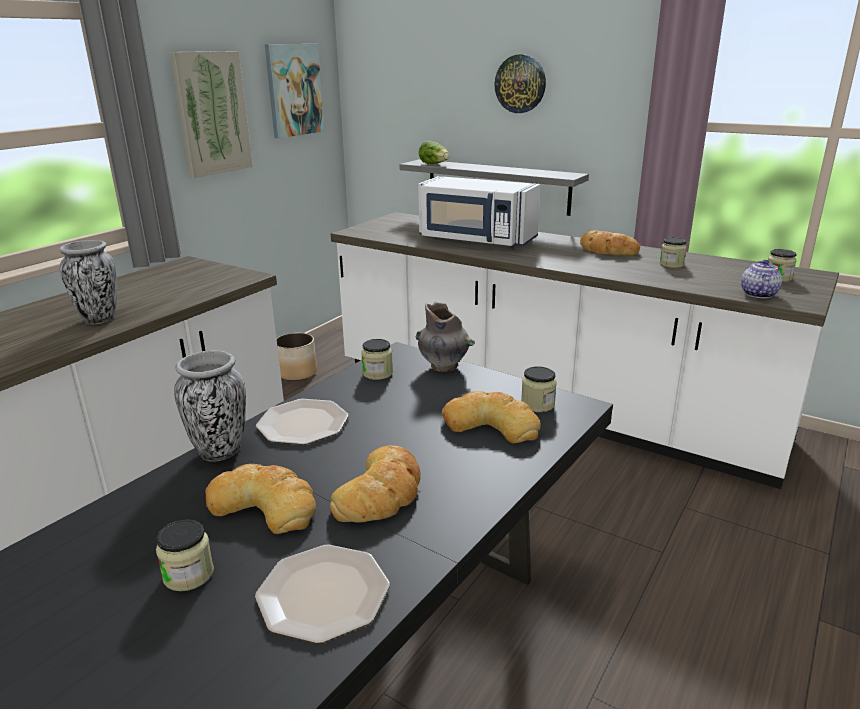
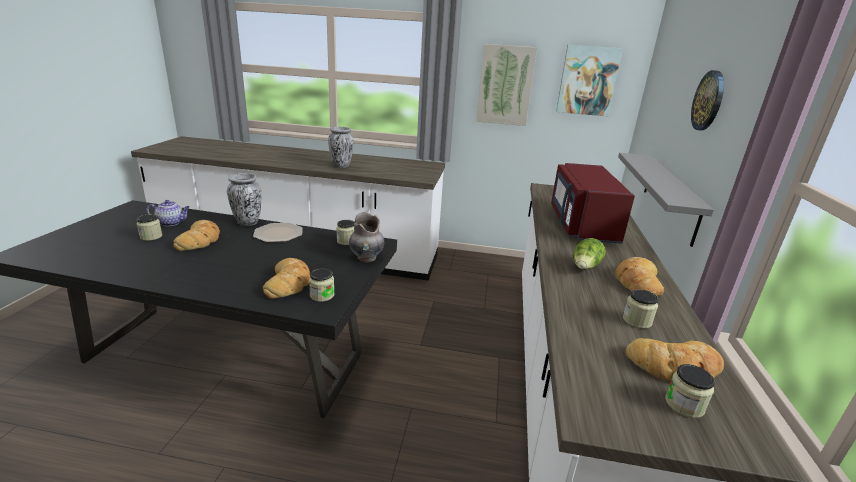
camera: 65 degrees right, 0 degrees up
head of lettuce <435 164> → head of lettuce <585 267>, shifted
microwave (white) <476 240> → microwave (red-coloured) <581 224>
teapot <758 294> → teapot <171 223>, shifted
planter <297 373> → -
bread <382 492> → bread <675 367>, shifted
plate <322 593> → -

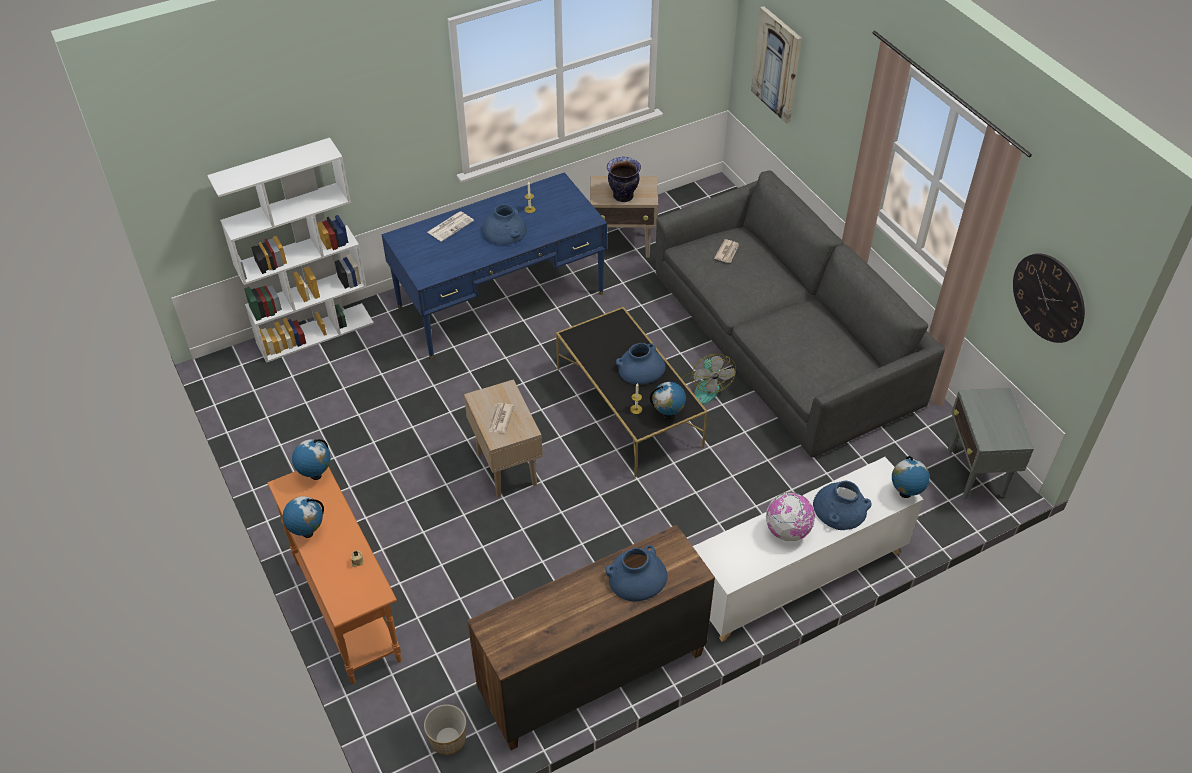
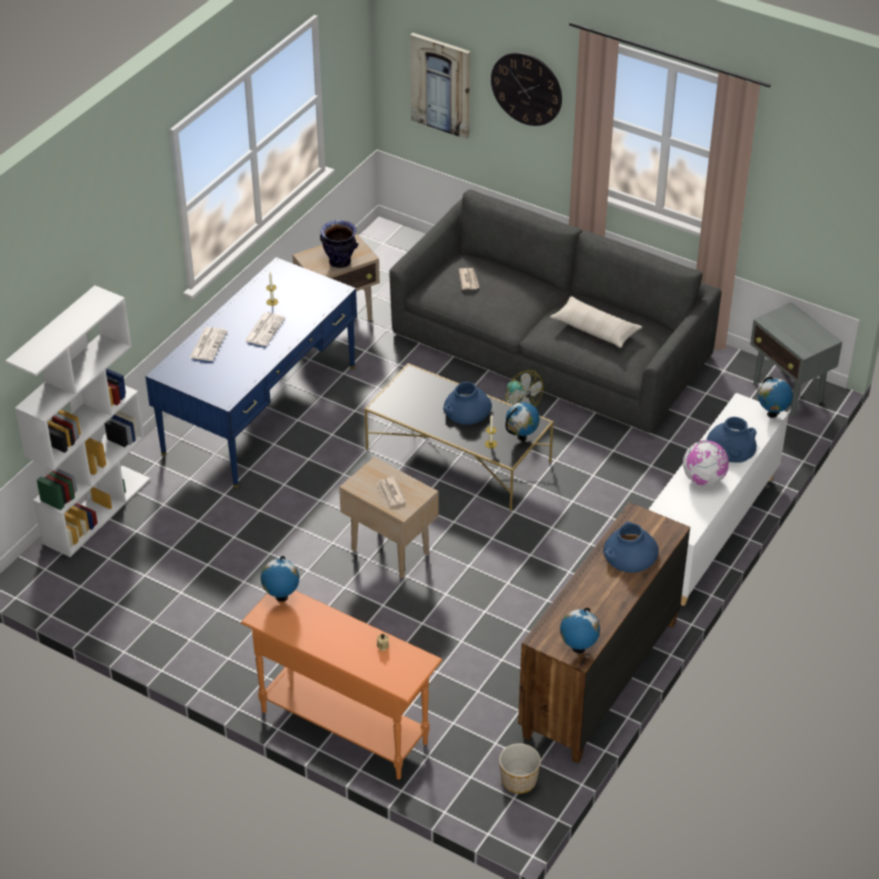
camera: 30 degrees left, 5 degrees down
vase (blue) <504 230> → printed paper <264 329>
clock on the wall <1048 297> → clock on the wall <526 88>, shifted
globe <307 532> → globe <578 648>, shifted
- → throw pillow (beige-coloured) <595 329>

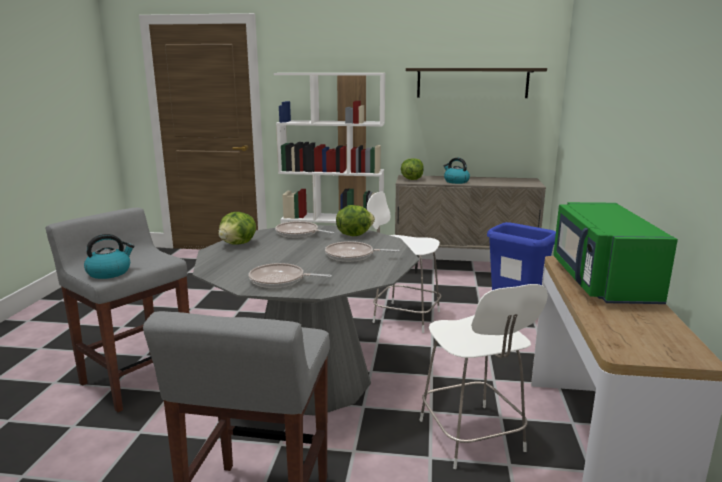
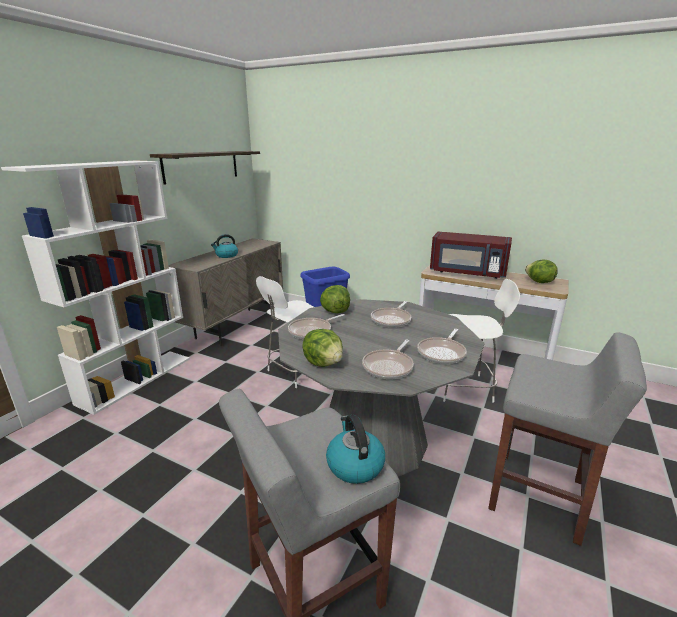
camera: 70 degrees left, 5 degrees up
head of lettuce <411 179> → head of lettuce <539 282>, shifted
microwave (greenish) <601 281> → microwave (red-coloured) <467 273>
- → skillet <389 366>

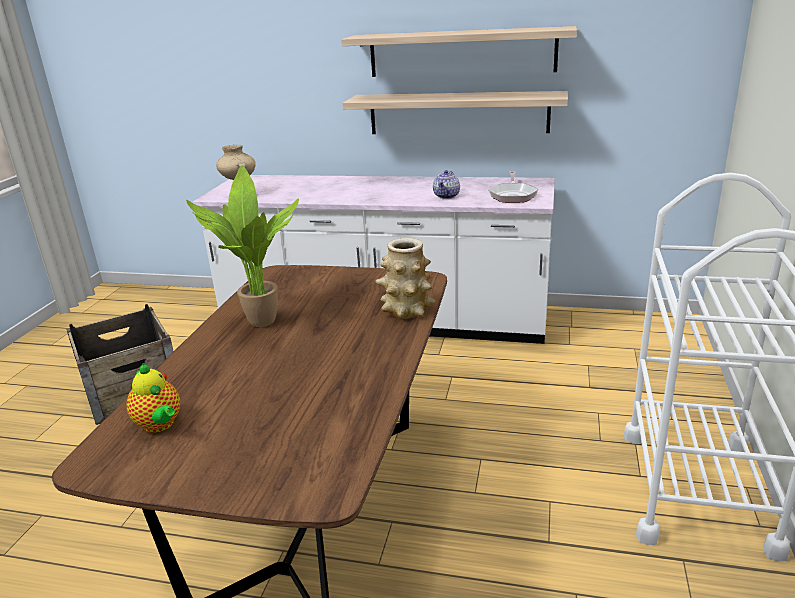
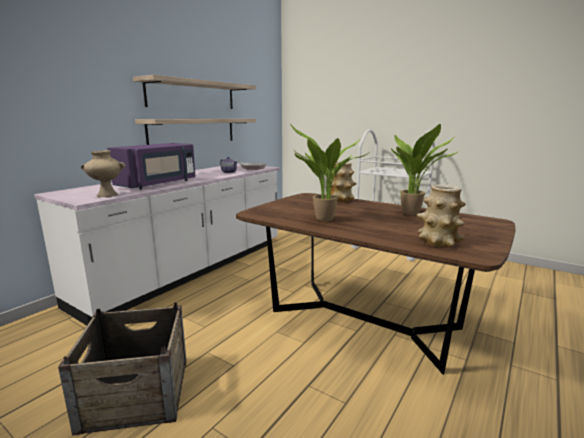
camera: 70 degrees left, 10 degrees down
teapot <160 425> → vase <438 242>
- → plant in a pot <413 213>
- → microwave (purplish) <159 184>

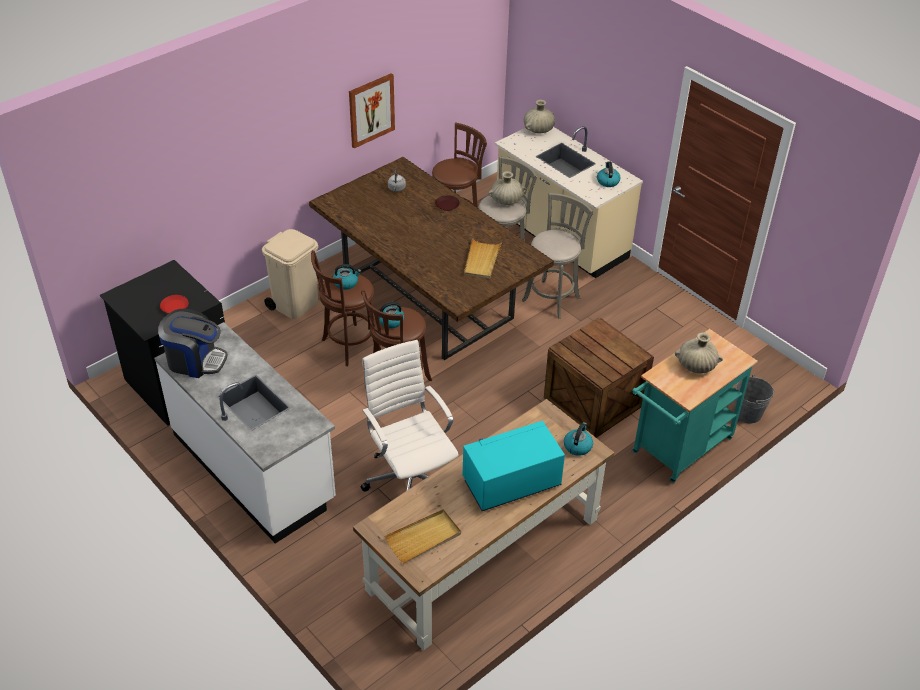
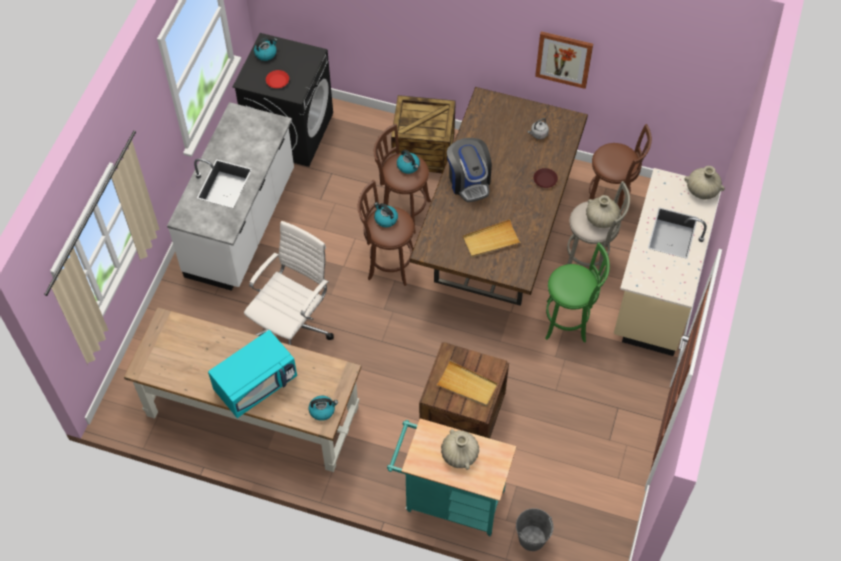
camera: 60 degrees right, 15 degrees up
water kettle <607 181> → water kettle <266 53>, shifted
sitting stool (grey) <552 297> → sitting stool (greenish) <569 321>
trash can (beige-coloured) <295 304> → packing crate <423 149>
coffee machine <195 360> → coffee machine <469 181>, shifted
microwave (turquoise) <511 483> → microwave (turquoise) <256 383>, 105 degrees clockwise
carrying tray (beige-coloured) <423 538> → carrying tray (beige-coloured) <467 385>, shifted

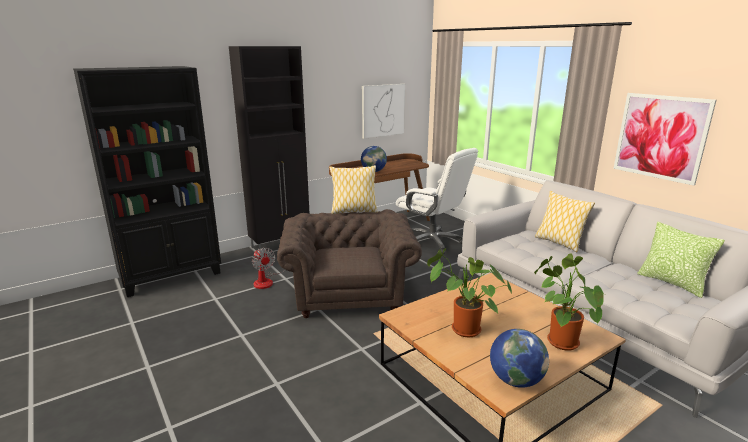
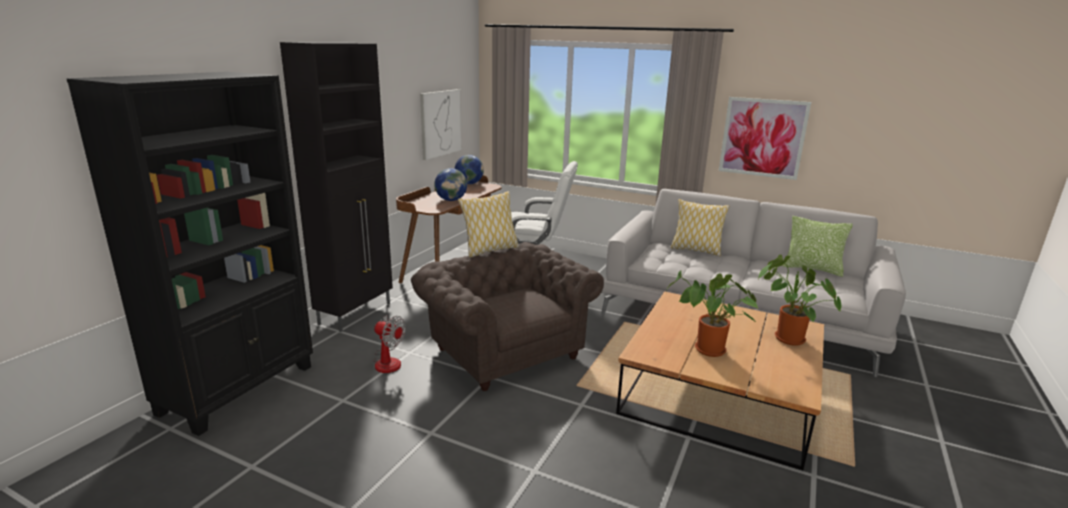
camera: 30 degrees left, 0 degrees up
globe <515 380> → globe <469 183>, shifted

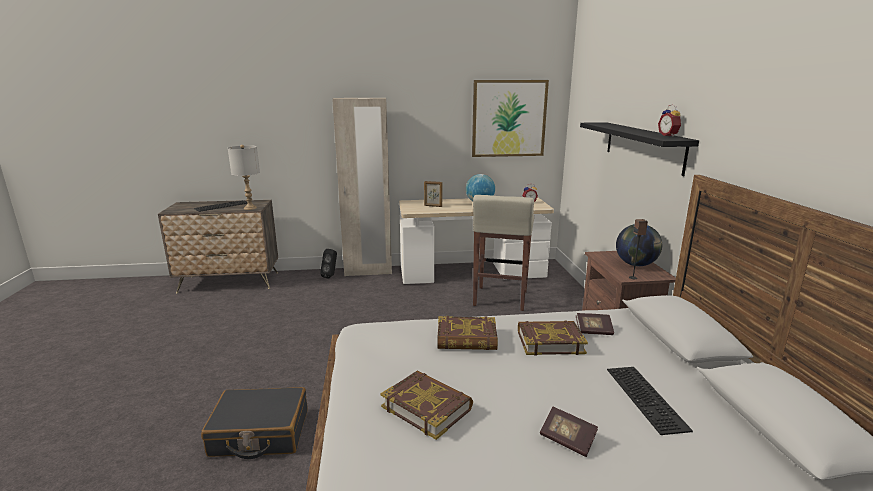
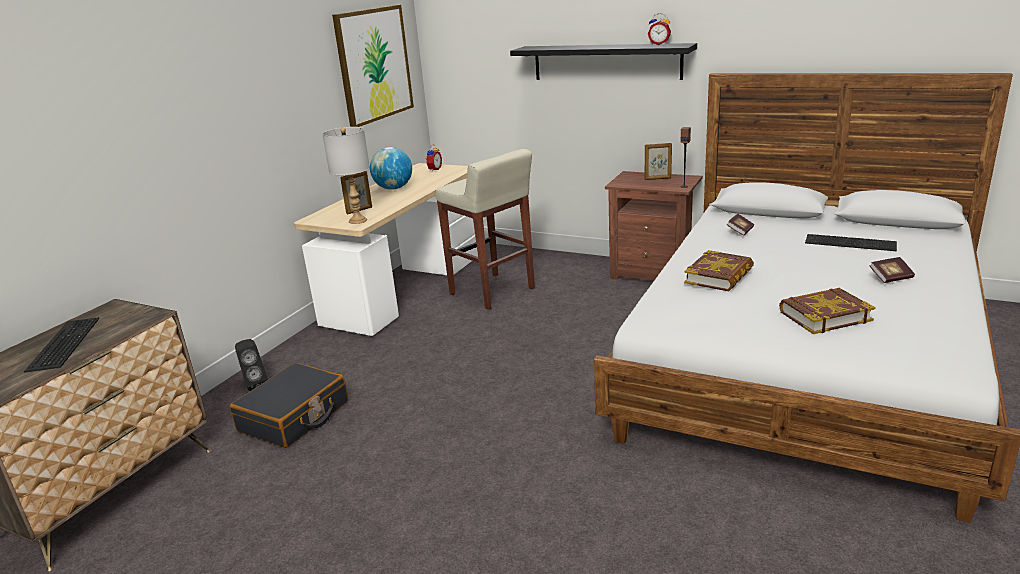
camera: 55 degrees left, 5 degrees up
armoire (beige-coloured) <368 271> → -
tabletop lamp (grey) <250 208> → tabletop lamp (grey) <357 220>, shifted
globe <636 264> → standing frame <658 179>
volume <550 342> → -
travel case (black-coloured) <260 433> → travel case (black-coloured) <294 417>, shifted

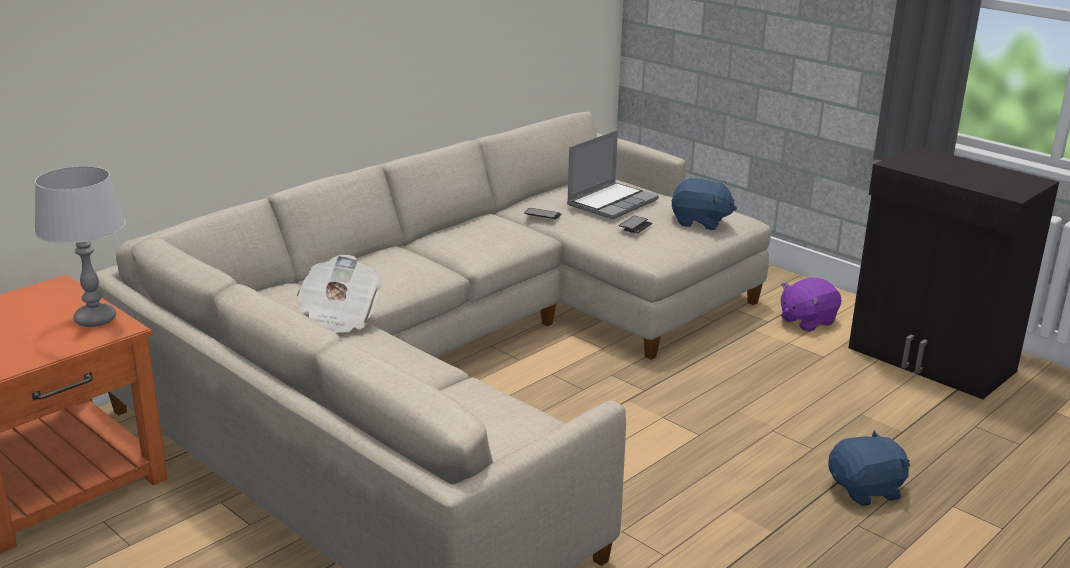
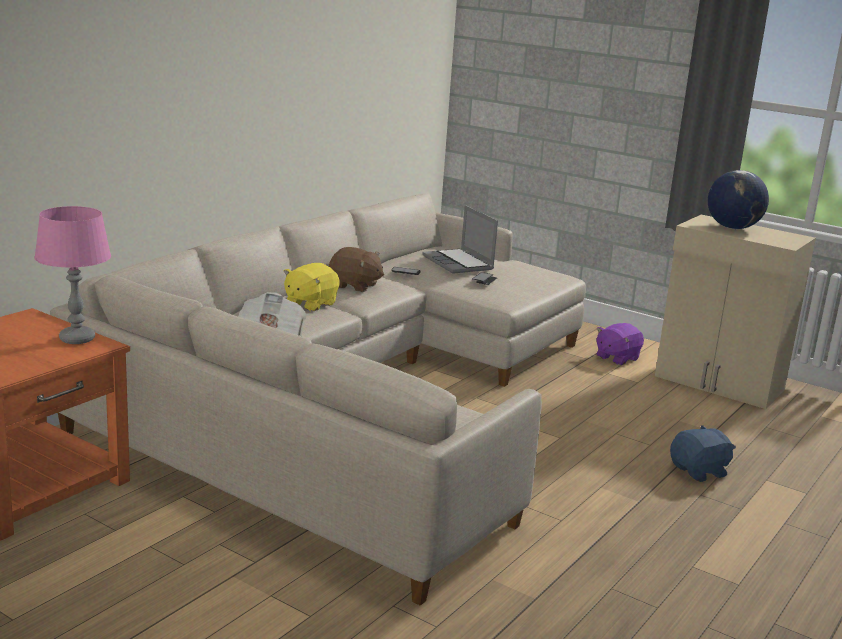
camera: 10 degrees left, 5 degrees down
notebook computer <612 202> → notebook computer <459 263>, 120 degrees clockwise
storage cabinet (black-coloured) <931 361> → storage cabinet (beige-coloured) <719 384>
tabletop lamp (grey) <96 319> → tabletop lamp (pink-coloured) <77 339>
soft toy (blue) <700 222> → -
- → globe <733 228>
- → soft toy (brown) <355 286>
- → soft toy (yellowish) <310 304>

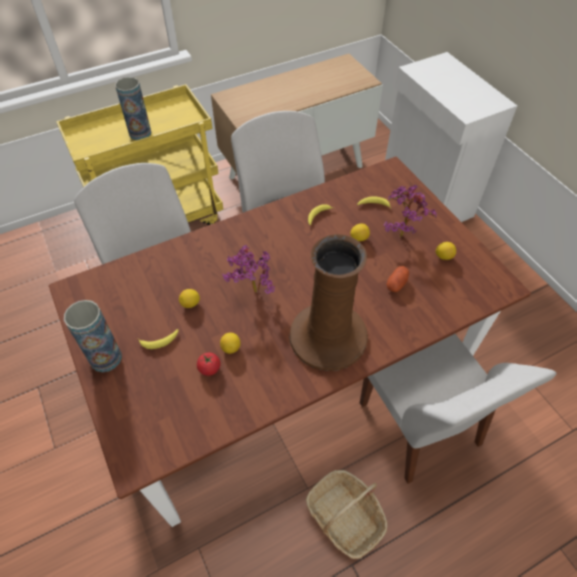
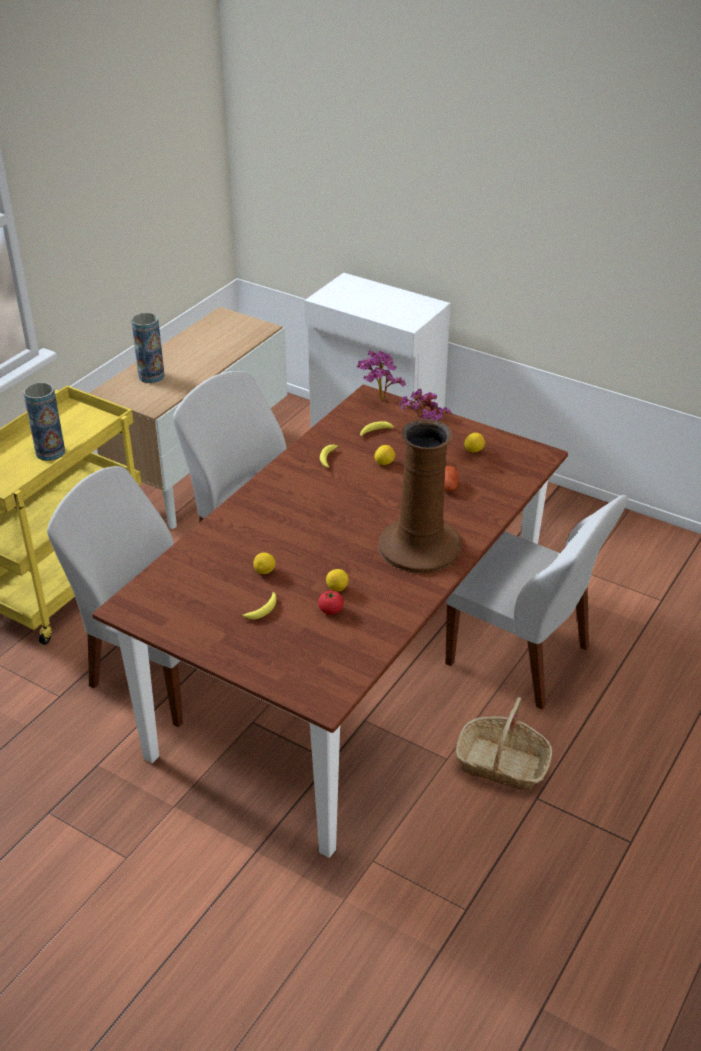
camera: 30 degrees left, 15 degrees down
plant in a pot <251 292> → plant in a pot <379 401>, shifted
vase <105 358> → vase <151 376>, shifted

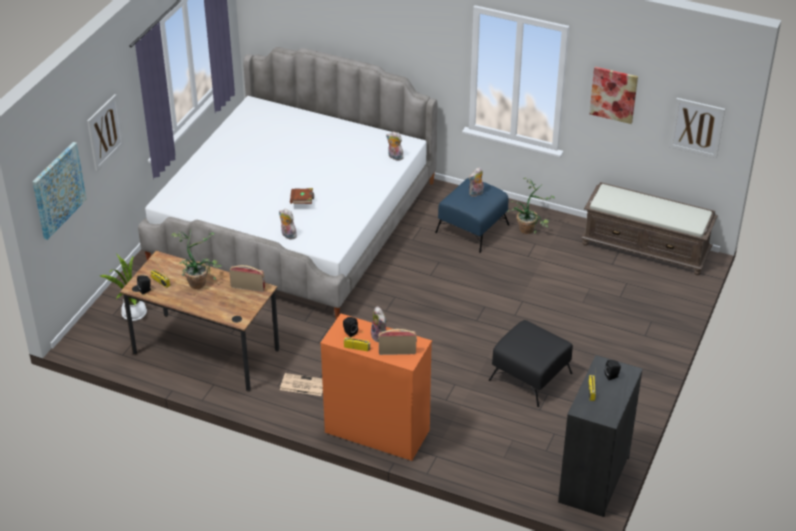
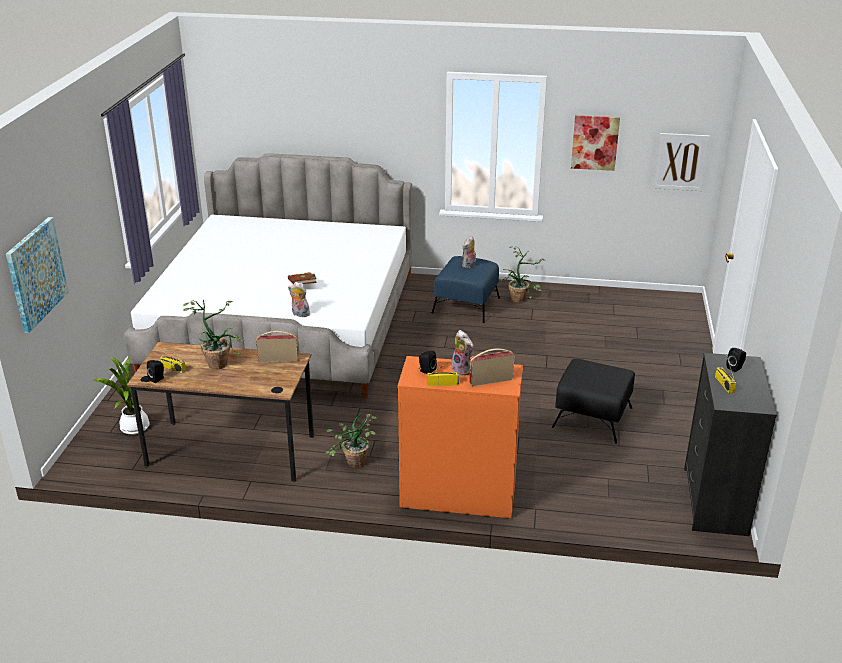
camera: 15 degrees left, 10 degrees down
picture <104 132> → -
soft toy <394 157> → -
long seat (brown) <646 248> → -
printed paper <302 385> → plant in a pot <353 465>

